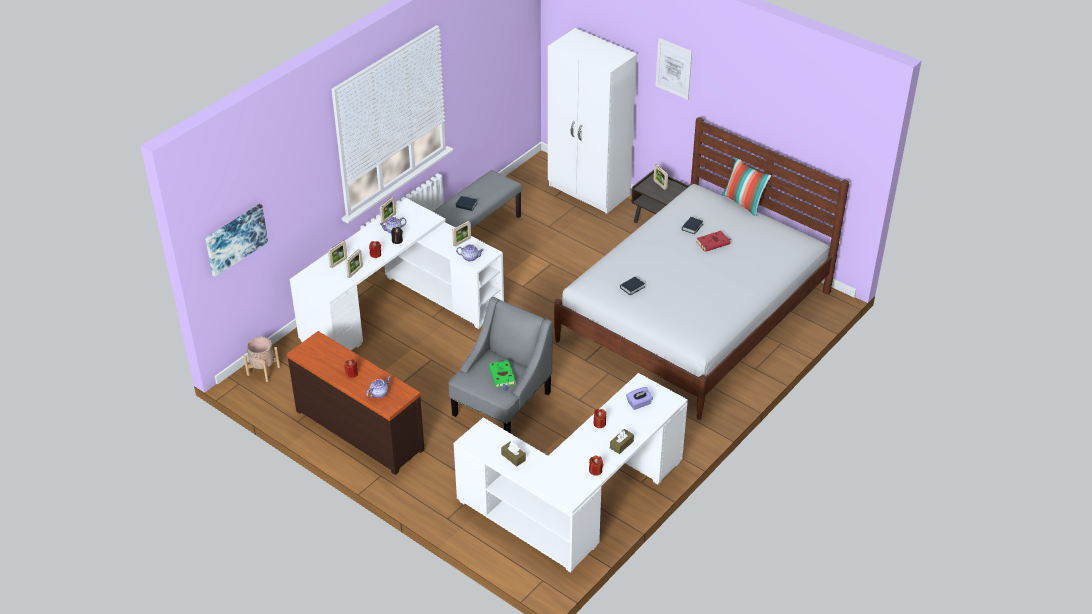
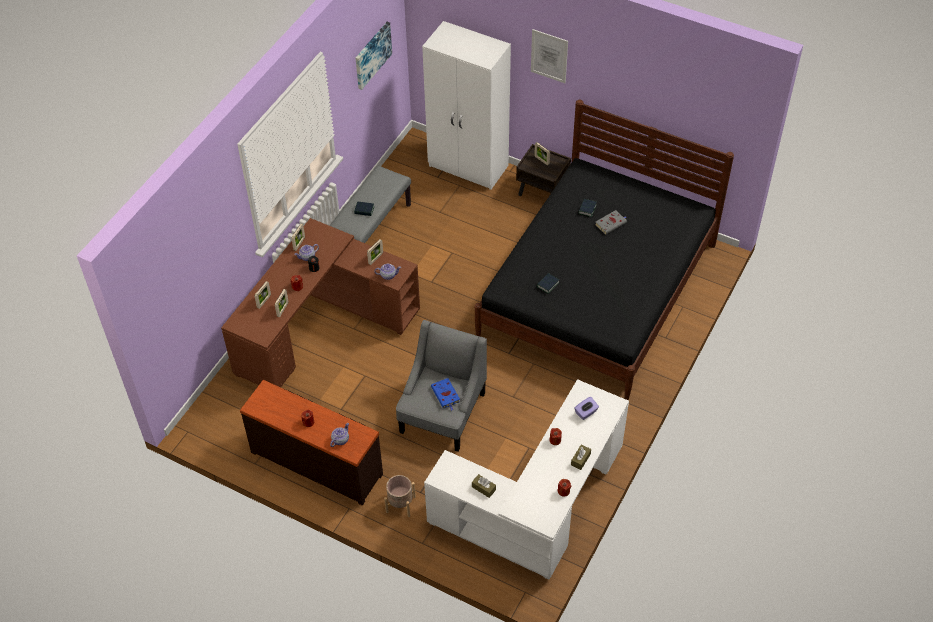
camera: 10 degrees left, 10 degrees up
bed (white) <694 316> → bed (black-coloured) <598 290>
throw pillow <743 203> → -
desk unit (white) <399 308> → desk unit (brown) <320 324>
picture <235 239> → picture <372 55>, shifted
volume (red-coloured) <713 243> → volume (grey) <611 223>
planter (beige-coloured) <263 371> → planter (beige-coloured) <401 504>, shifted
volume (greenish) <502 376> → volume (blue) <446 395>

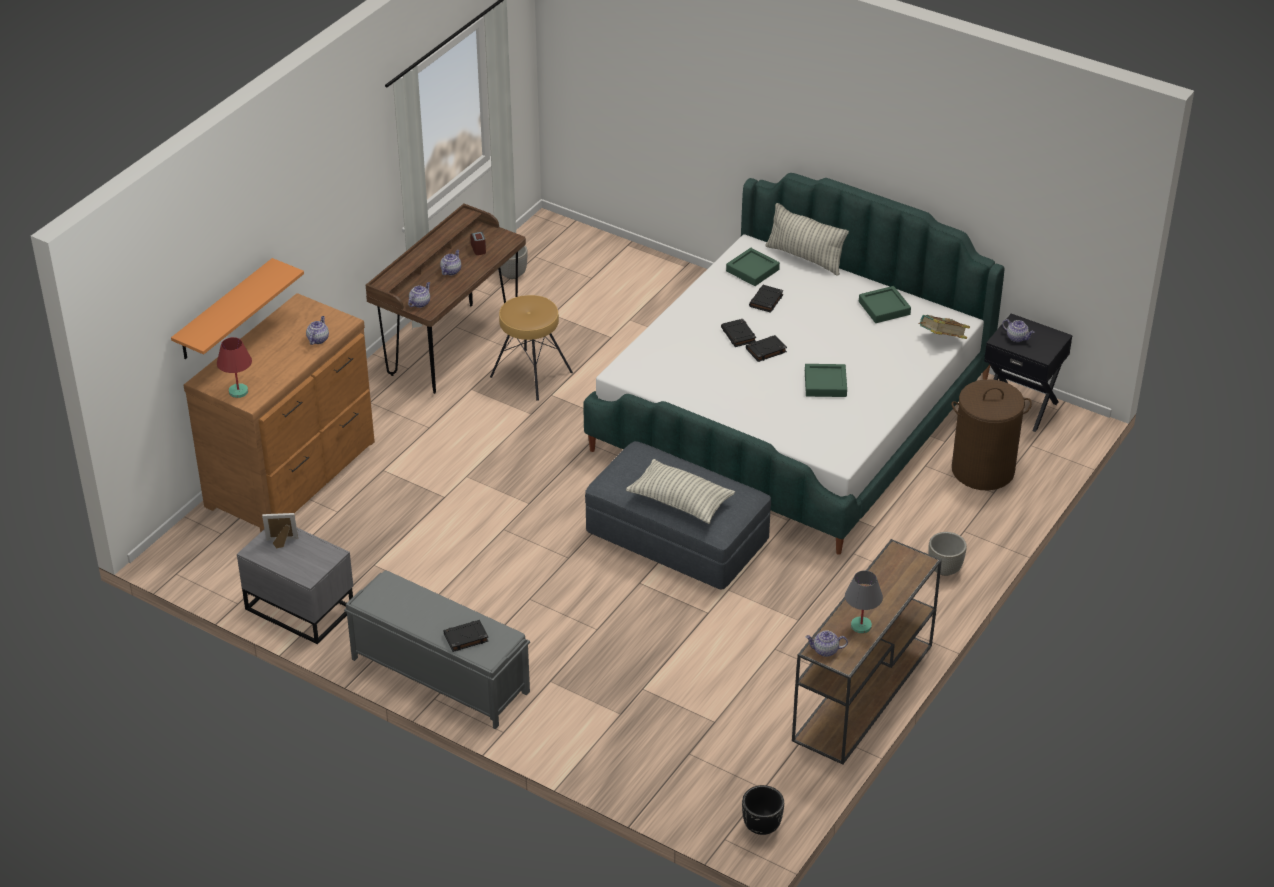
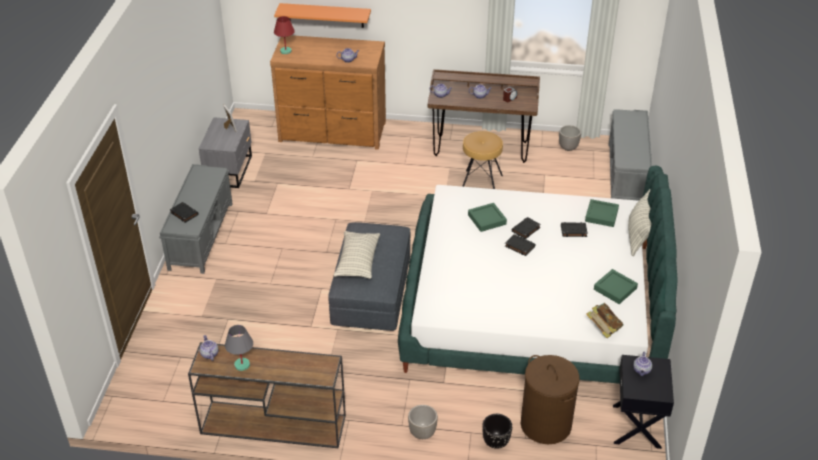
camera: 65 degrees right, 0 degrees up
carrying tray (greenish) <825 384> → carrying tray (greenish) <487 219>, shifted
planter (black-coloured) <762 826> → planter (black-coloured) <495 442>, shifted
- → long seat (grey) <626 175>

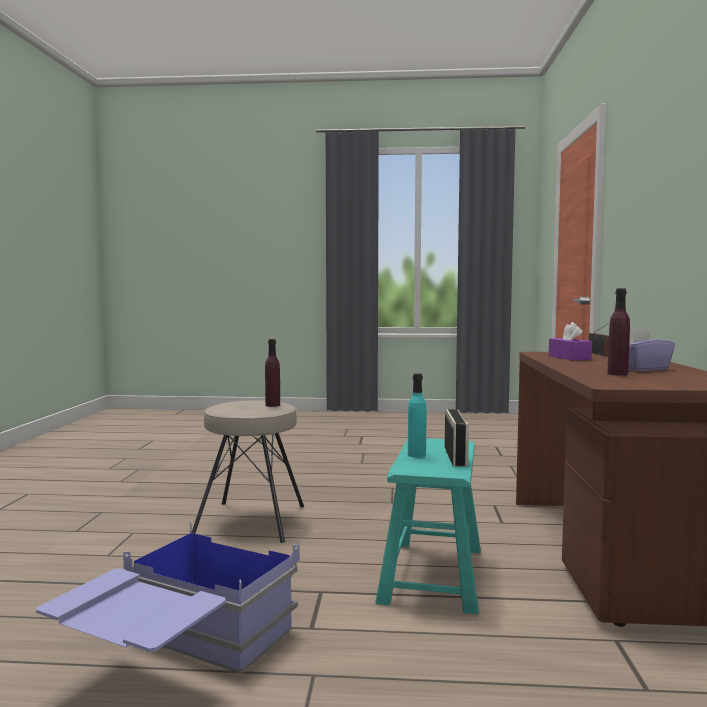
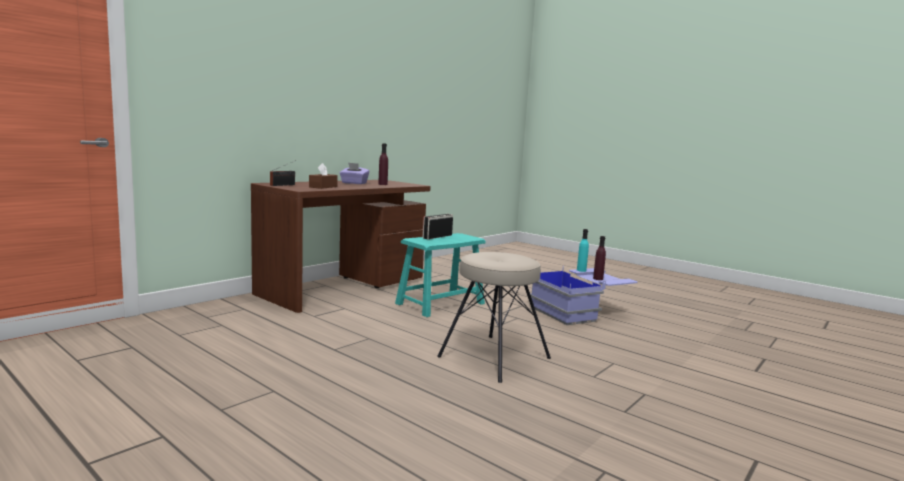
camera: 145 degrees left, 5 degrees up
tissue box (purplish) <569 358> → tissue box (brown) <323 187>
beverage bottle (purplish) <272 405> → beverage bottle (purplish) <598 278>, shifted
beverage bottle (turquoise) <416 455> → beverage bottle (turquoise) <581 270>, shifted

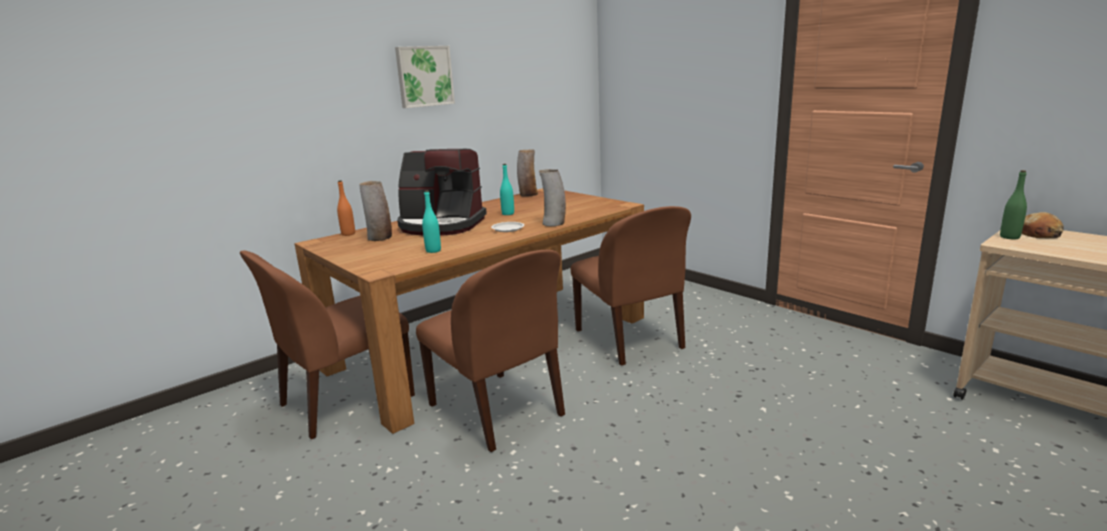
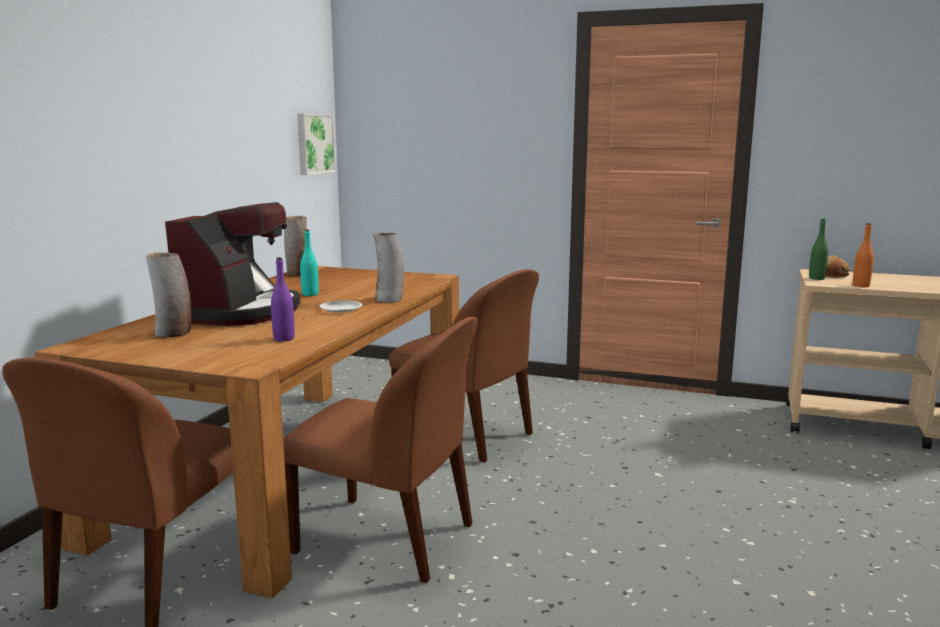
camera: 30 degrees left, 5 degrees down
picture <424 76> → picture <314 144>, shifted
coffee machine <441 225> → coffee machine <240 312>, 60 degrees counterclockwise
beverage bottle (orange-coloured) <348 234> → beverage bottle (orange-coloured) <861 286>, shifted
beverage bottle (turquoise) <433 250> → beverage bottle (purplish) <284 339>

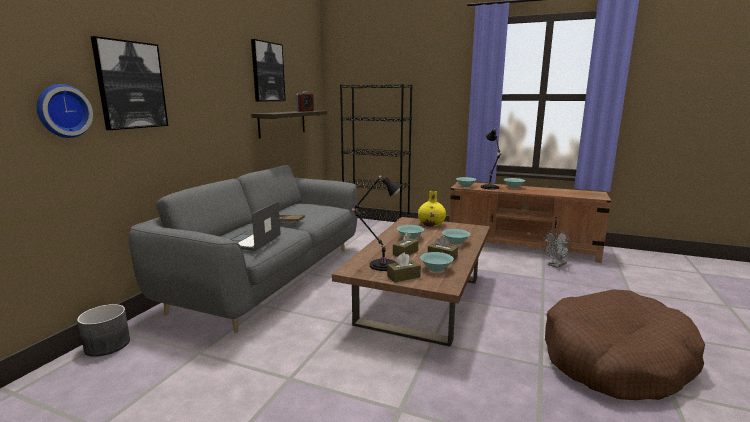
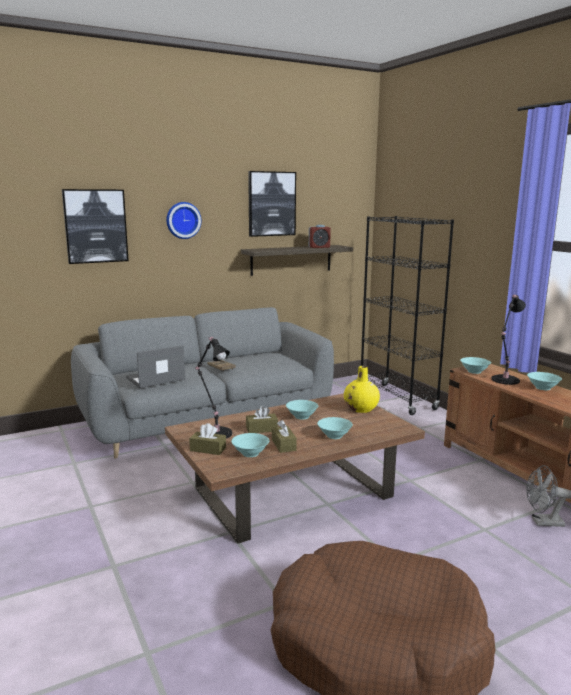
camera: 40 degrees right, 0 degrees up
clock on the wall <62 111> → clock on the wall <183 220>, shifted
planter (grey) <107 345> → -

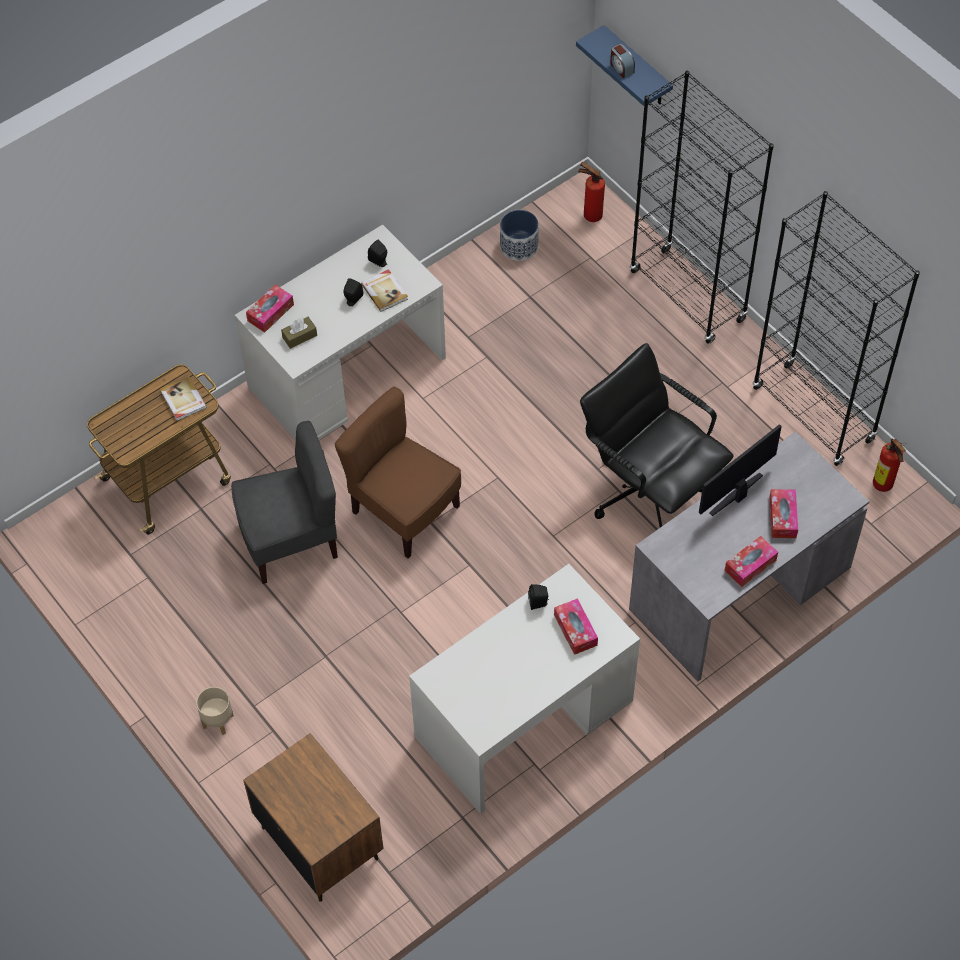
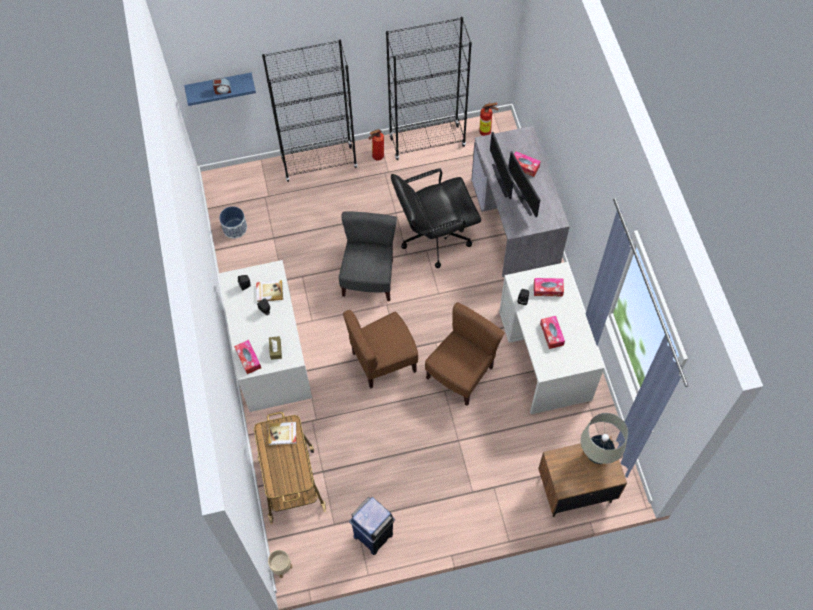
camera: 65 degrees left, 5 degrees up
extinguisher <590 215> → extinguisher <376 157>, shifted
chair (grey) <290 540> → chair (grey) <369 278>, shifted
tissue box <750 565> → tissue box <551 334>, shifted
planter (beige-coloured) <217 721> → planter (beige-coloured) <281 567>, shifted
- → monitor <523 198>
- → chair (brown) <461 373>
- → tabletop lamp (beige-coloured) <598 453>
- → trash can (blue) <374 535>

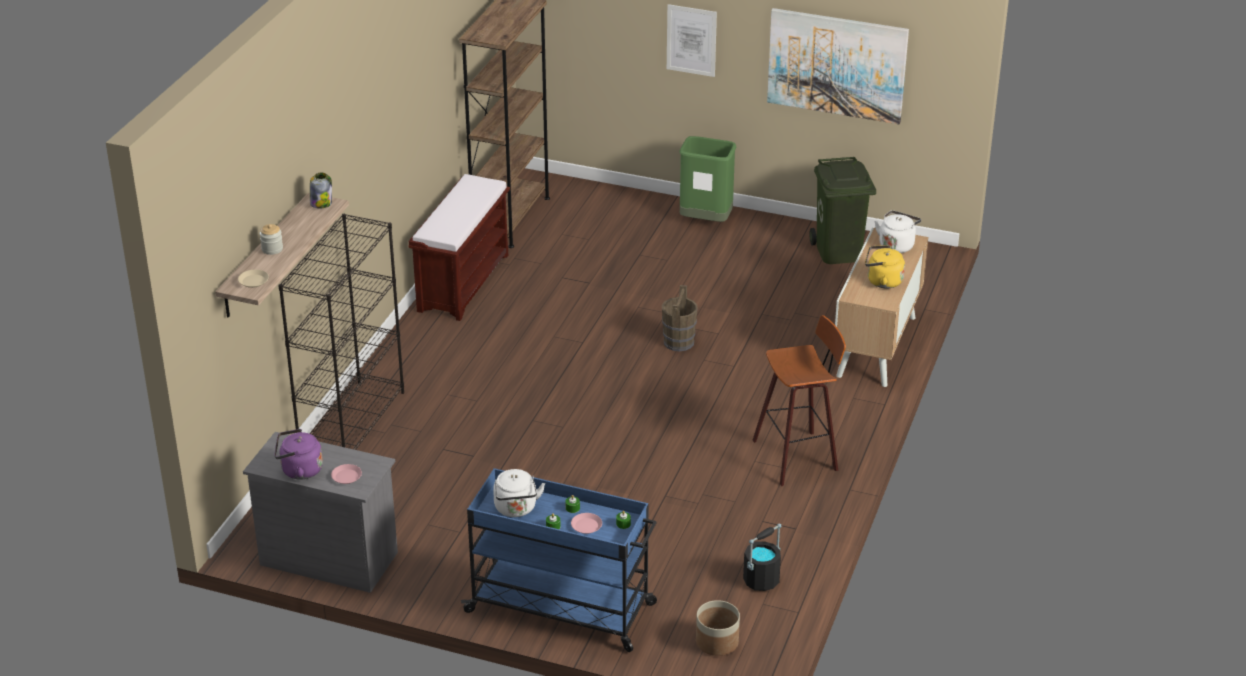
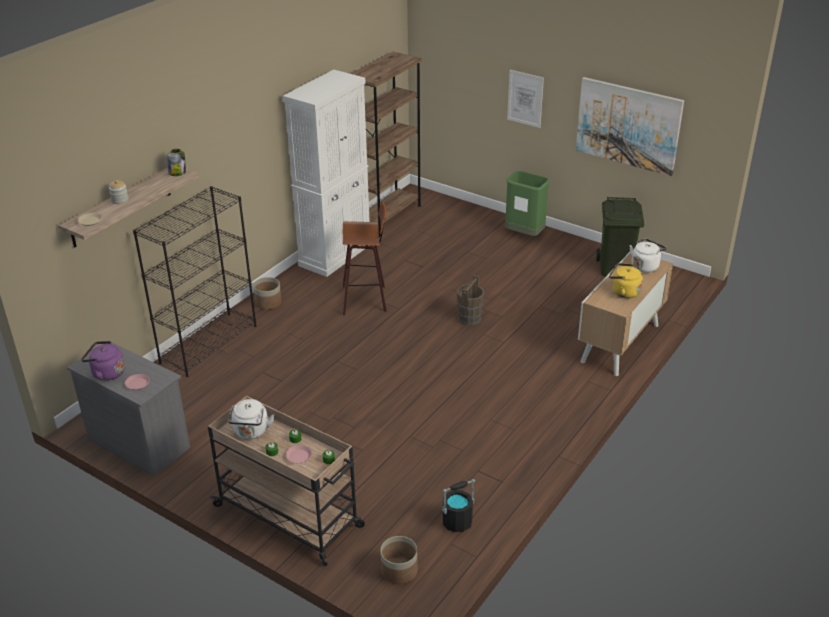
camera: 15 degrees right, 0 degrees up
long seat (brown) <463 282> → storage cabinet (white) <335 254>
sitting stool <798 455> → sitting stool <366 299>, shifted
cart (blue) <562 608> → cart (beige-coloured) <290 517>
- → planter <268 302>

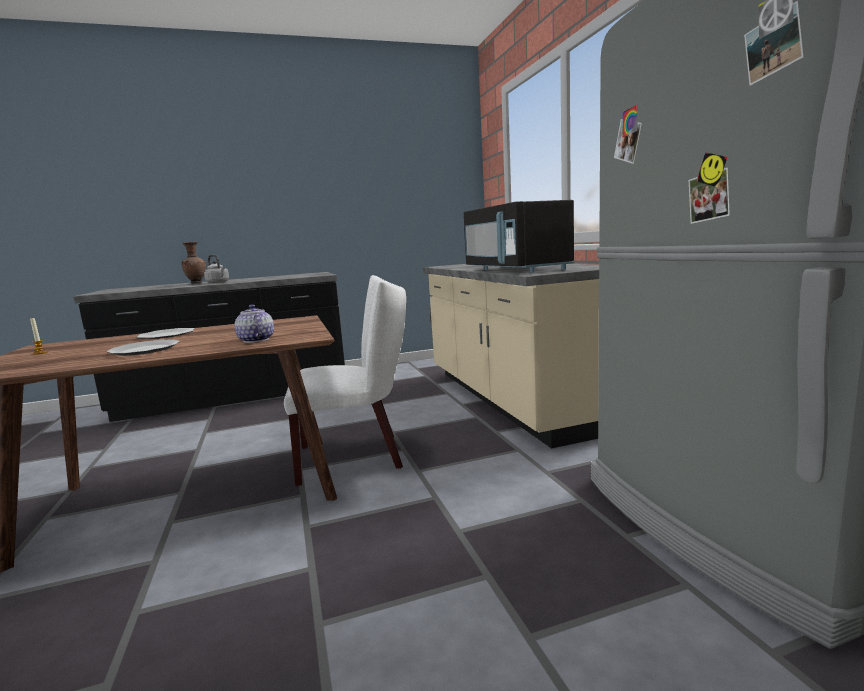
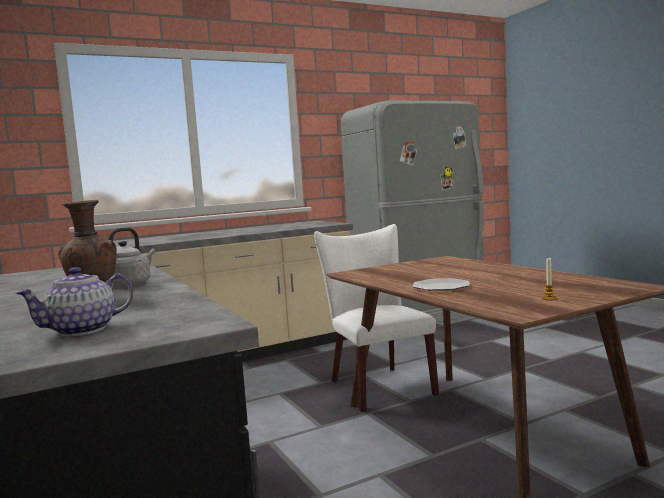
camera: 100 degrees left, 5 degrees down
microwave (black-coloured) <516 270> → -
teapot <256 340> → teapot <83 330>, shifted
plate <145 350> → -

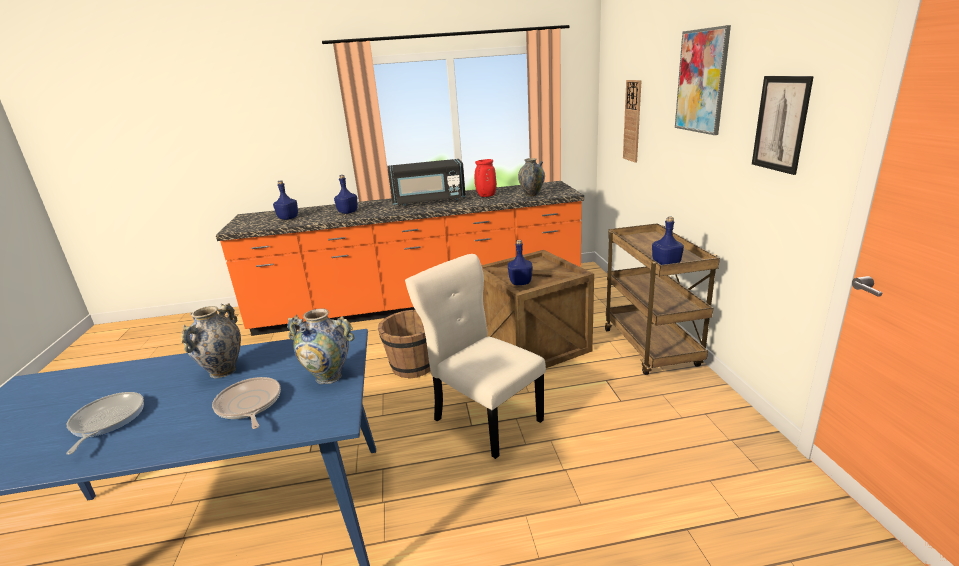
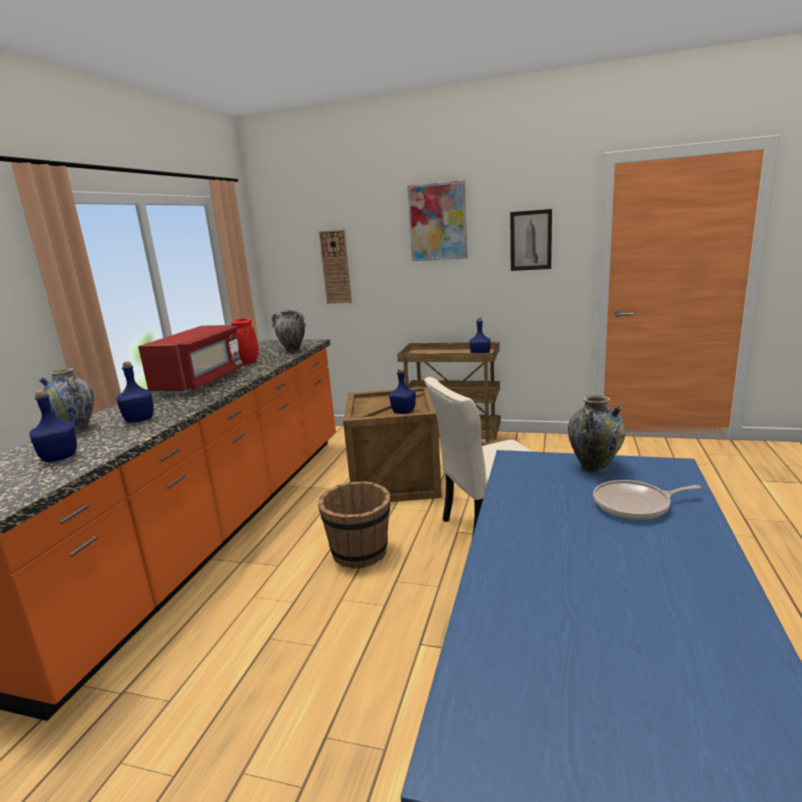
camera: 65 degrees left, 5 degrees down
microwave (black-coloured) <428 201> → microwave (red-coloured) <201 382>
vase <223 371> → vase <77 429>, shifted
skillet <106 421> → -

